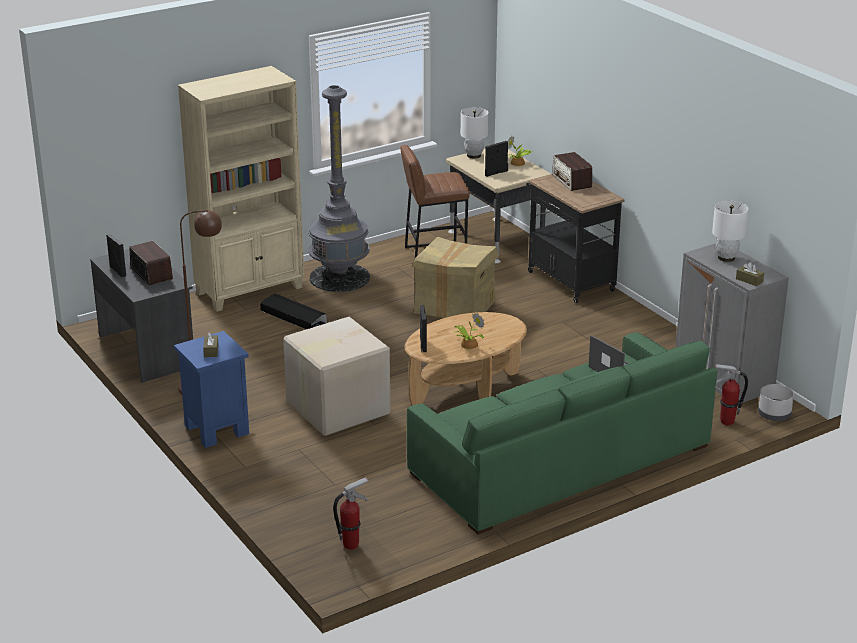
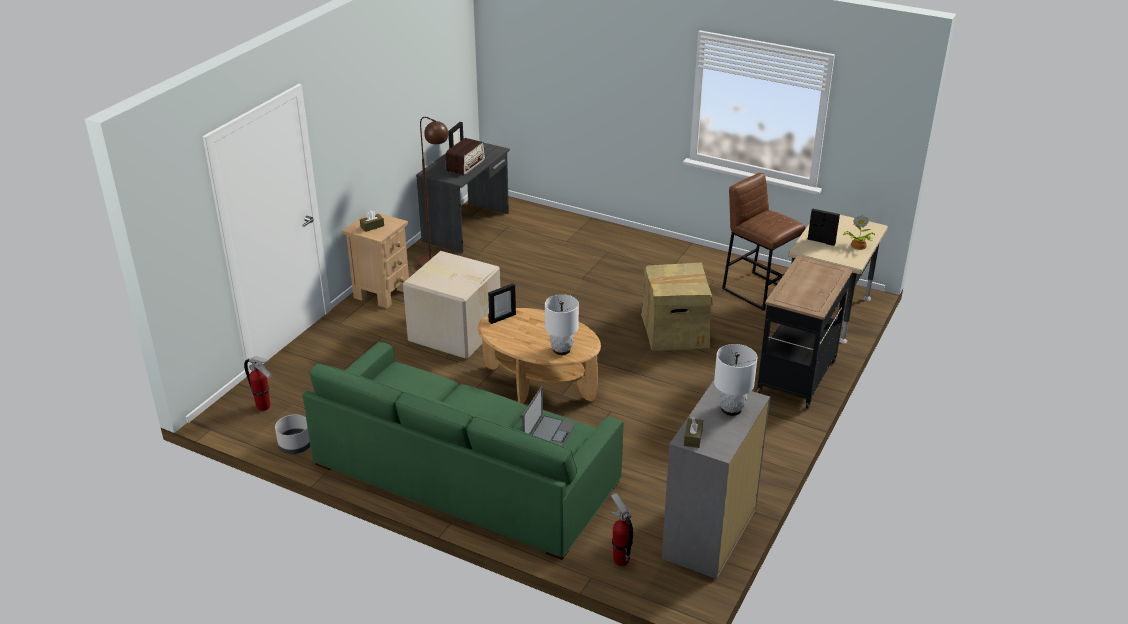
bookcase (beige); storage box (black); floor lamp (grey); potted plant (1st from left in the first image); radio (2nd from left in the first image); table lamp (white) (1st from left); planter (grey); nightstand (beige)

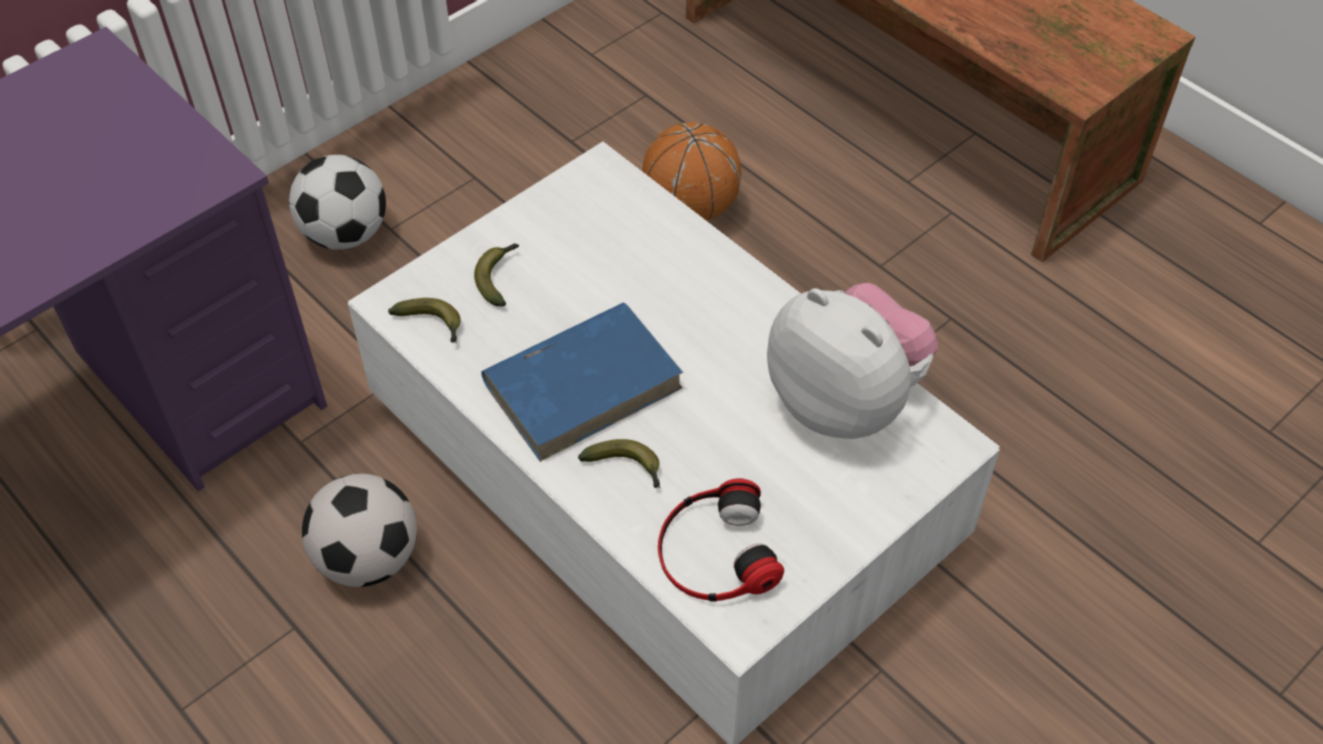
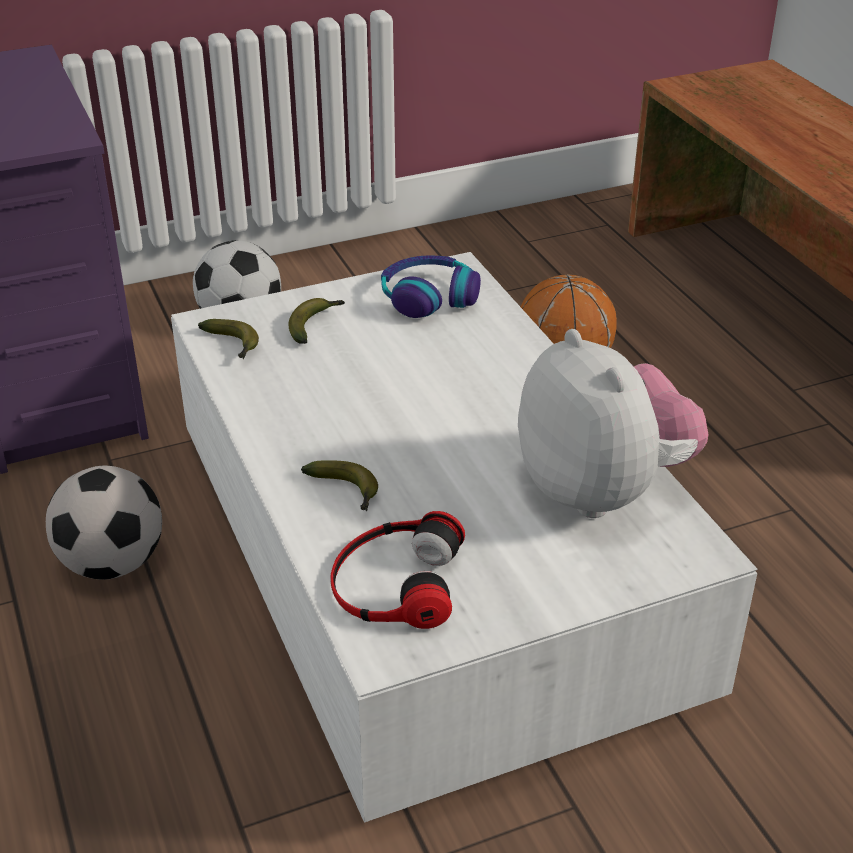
book (blue); headphones (2nd from left)

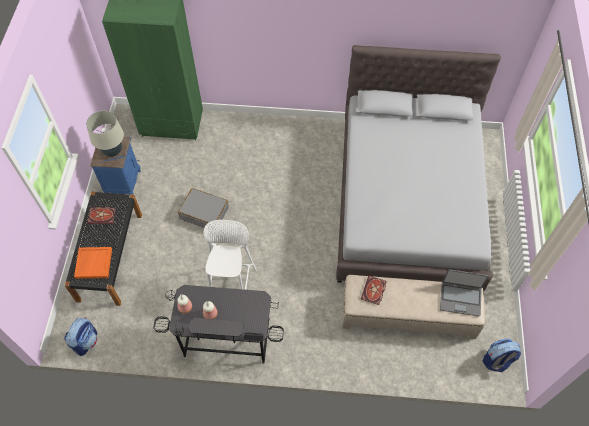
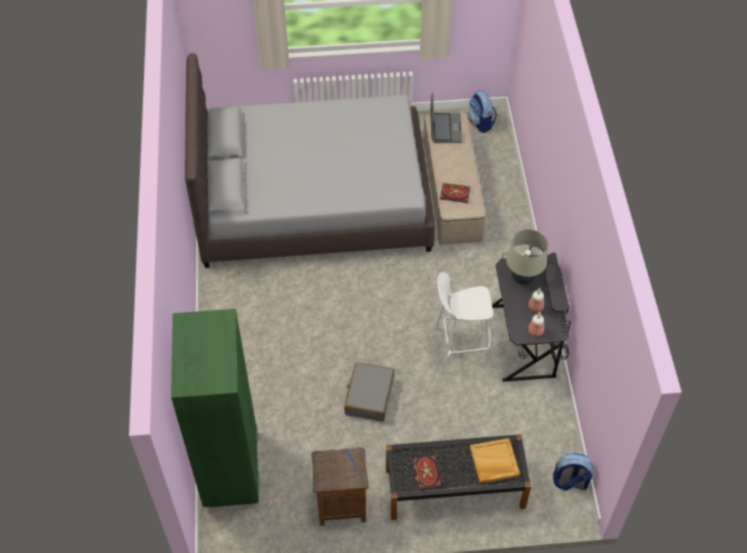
table lamp (beige); tray (beige)

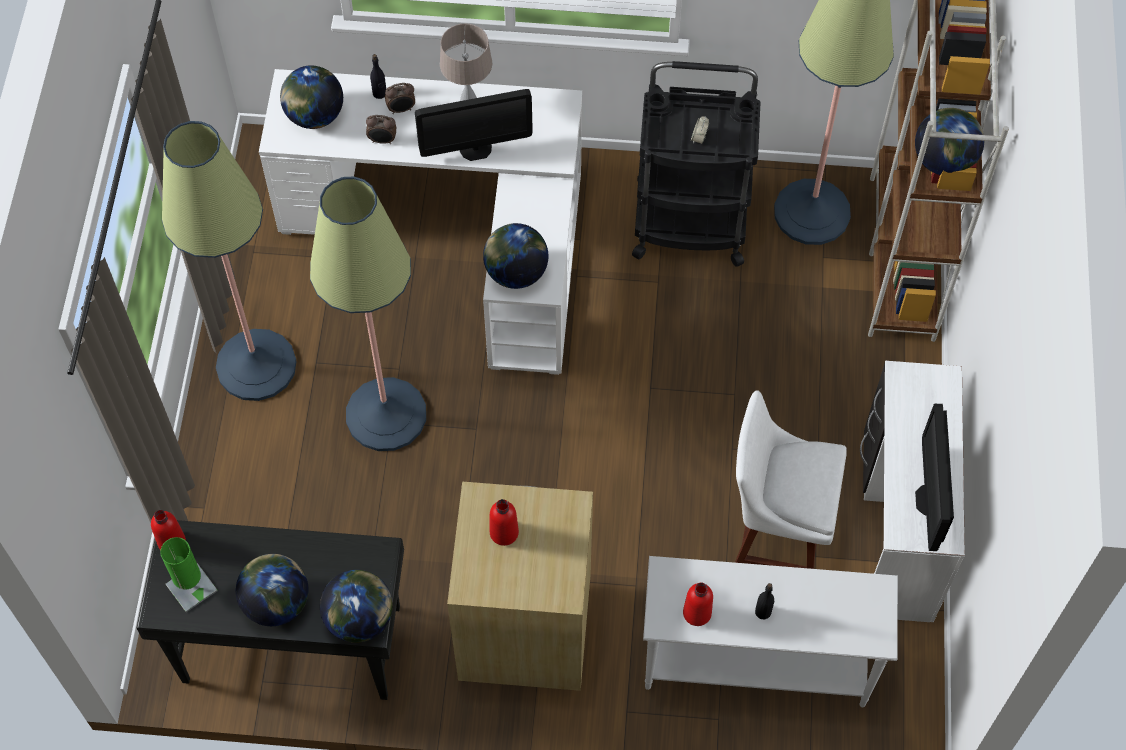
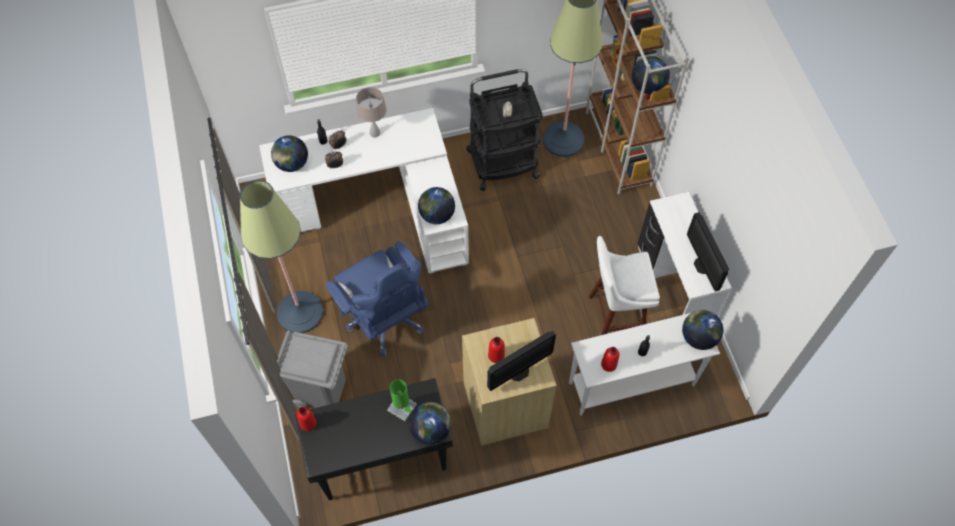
trash can (grey); table lamp (green); globe (5th from left); monitor (1st from left); office chair (blue)

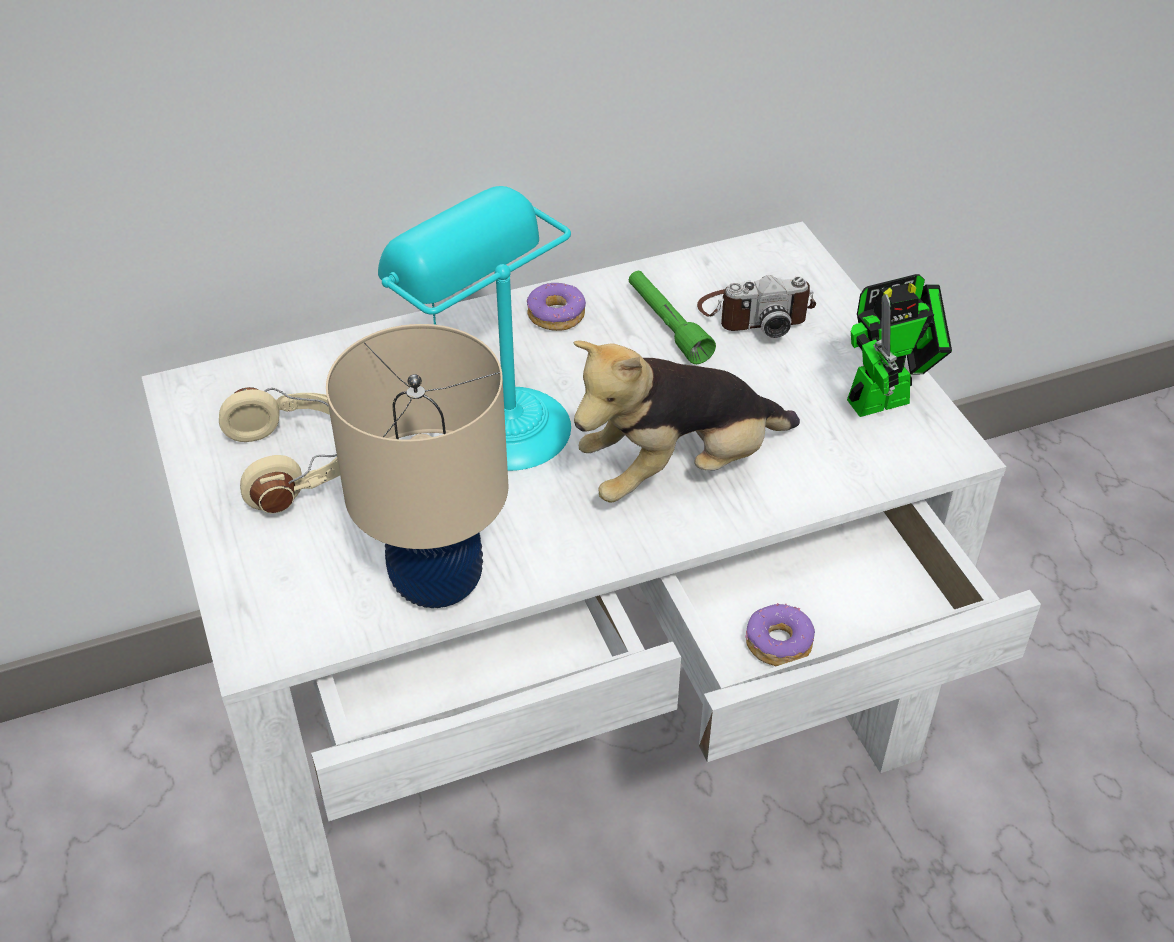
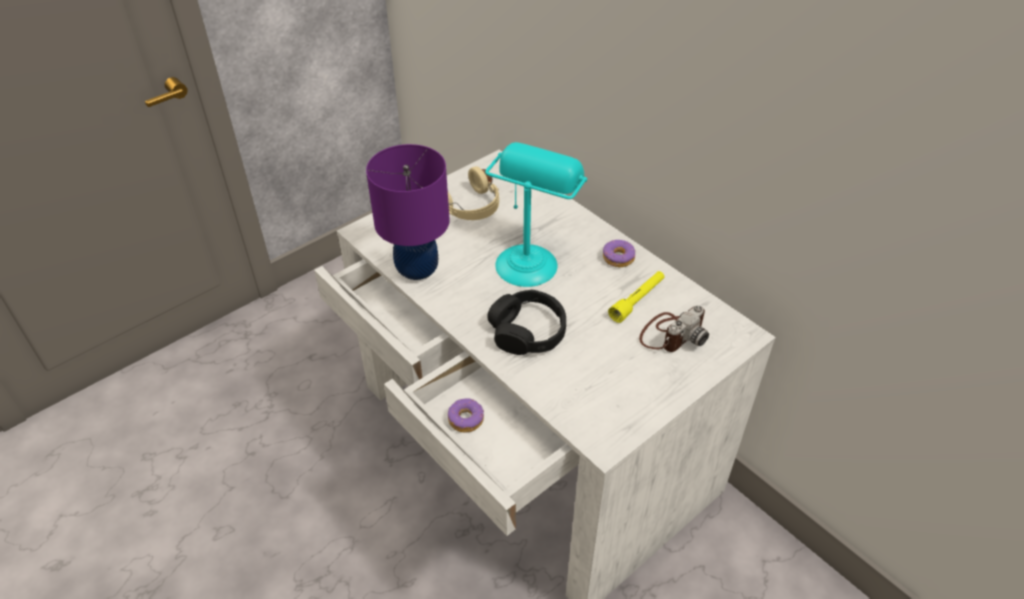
toy robot; headphones (black); table lamp (purple); flashlight (yellow); photo camera

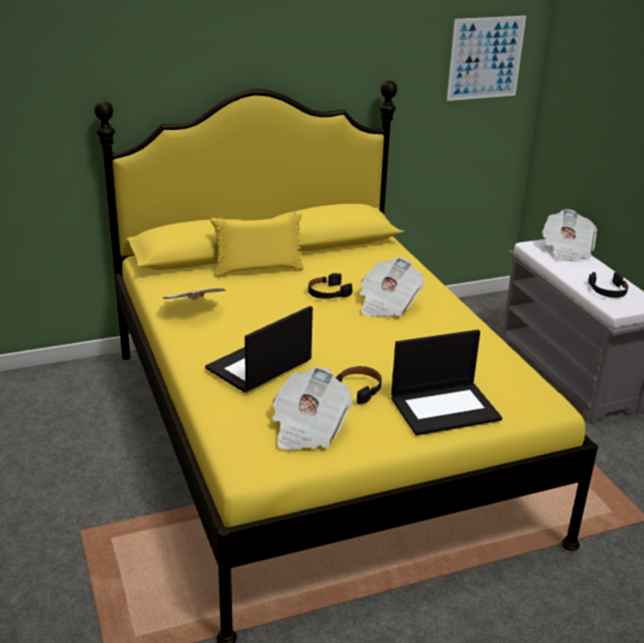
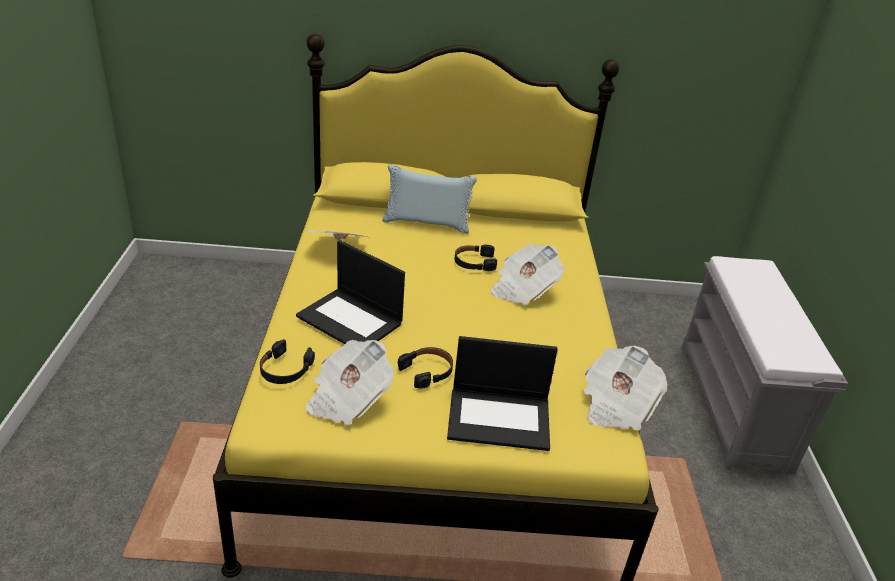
picture; newspaper (4th from left); headphones (black) (1st from left); pillow (blue); laptop (1st from left)

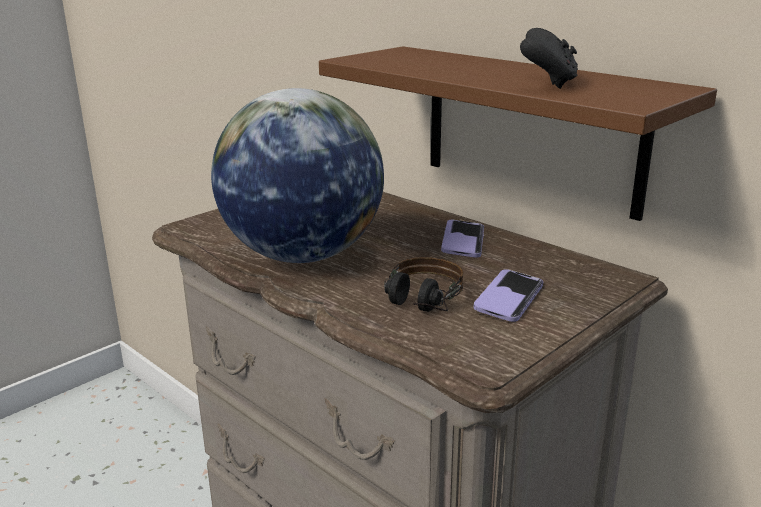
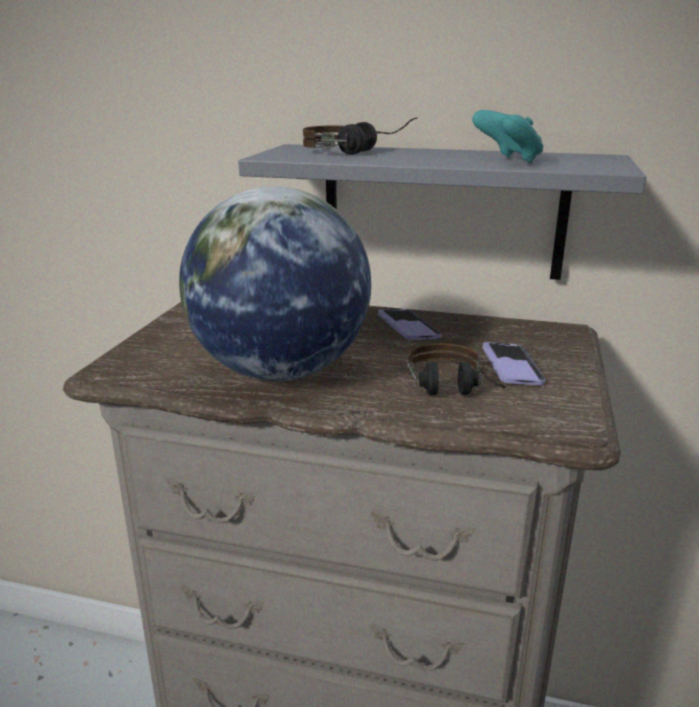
headphones (1st from left); shelf (grey); game controller (turquoise)

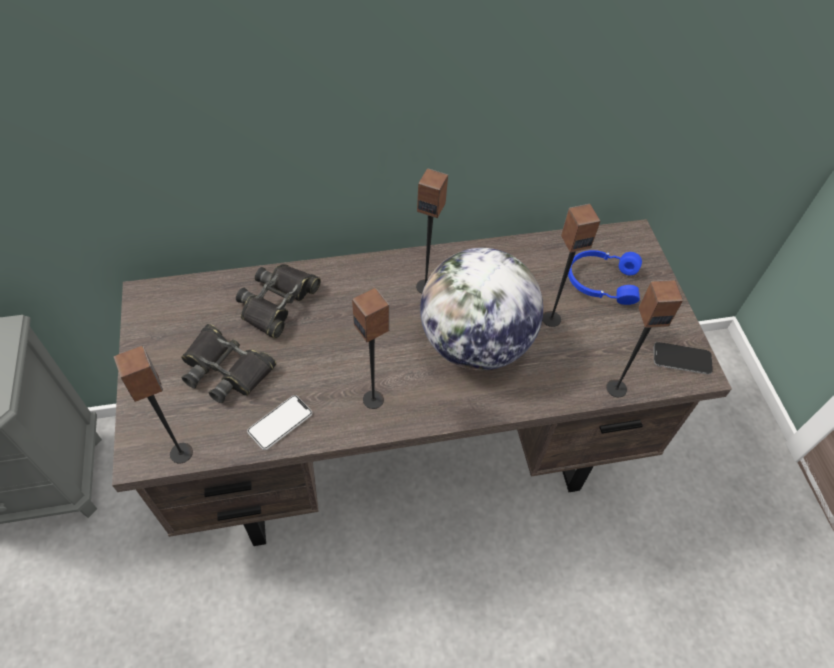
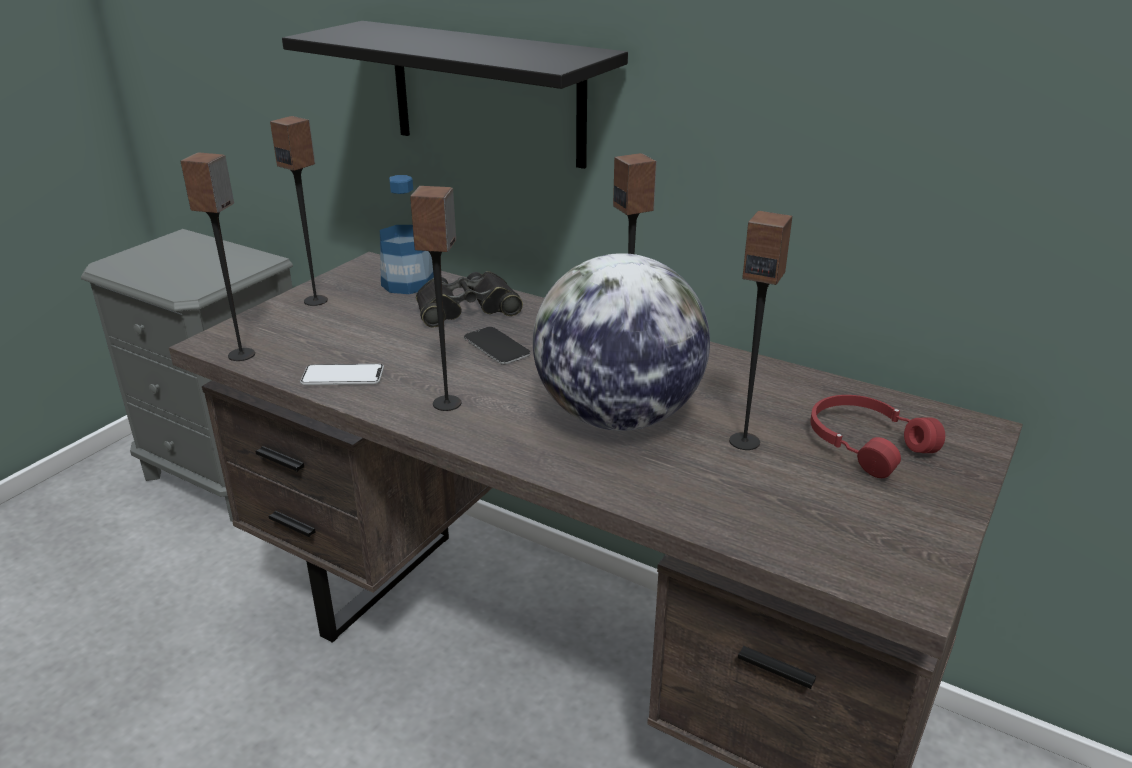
binoculars (black) (1st from left in the first image); shelf (black); bottle; speaker (2nd from left); phone (2nd from left); headphones (red)

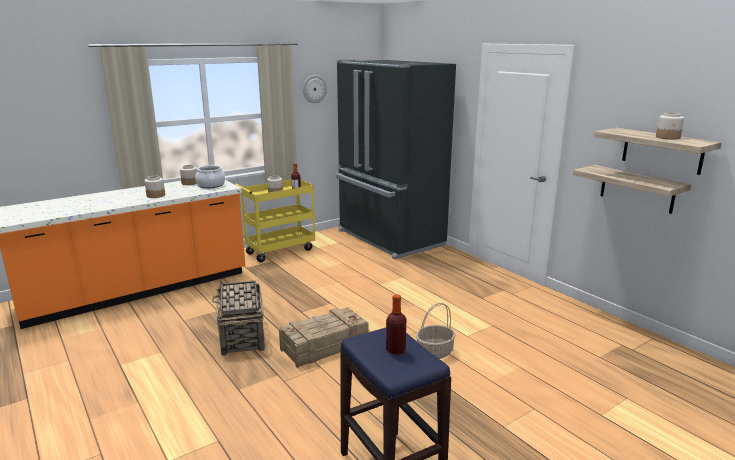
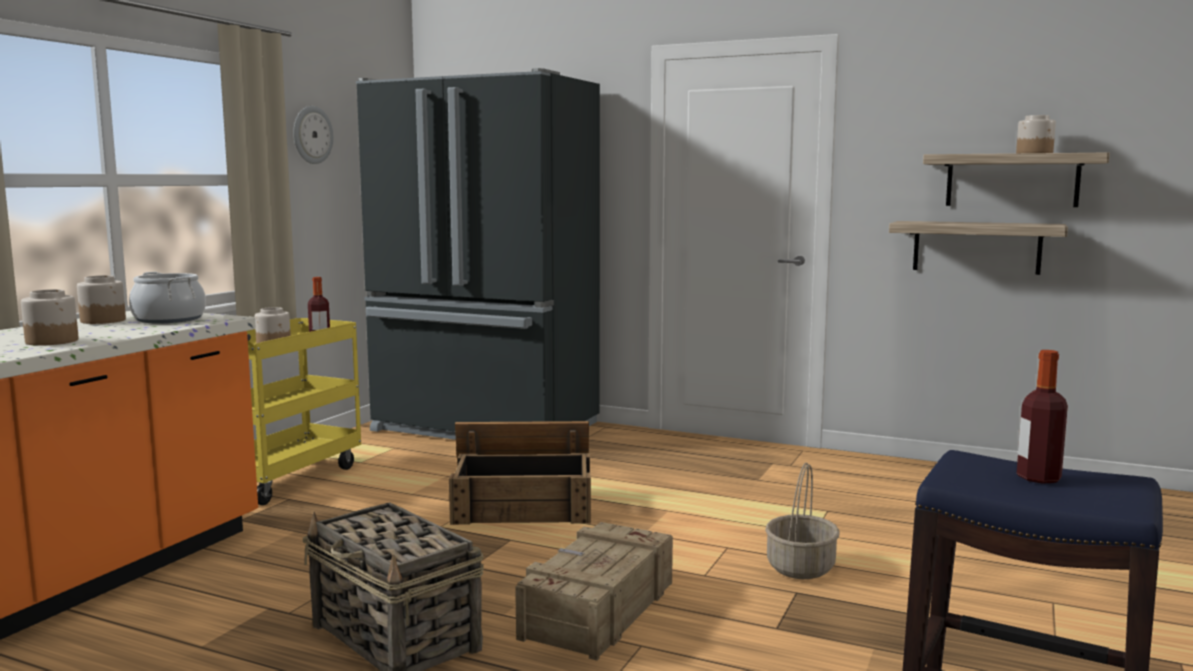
crate (1st from left)

